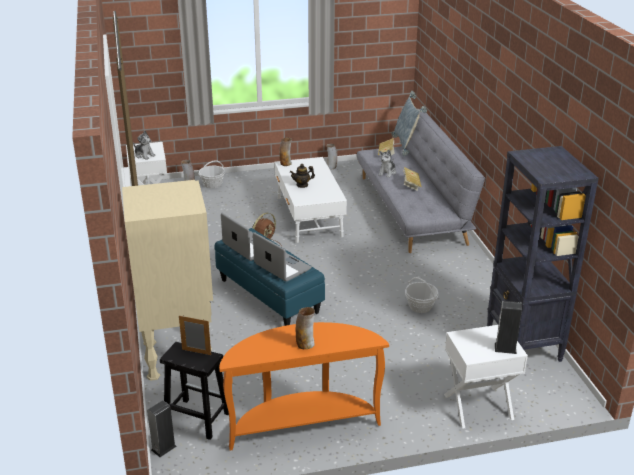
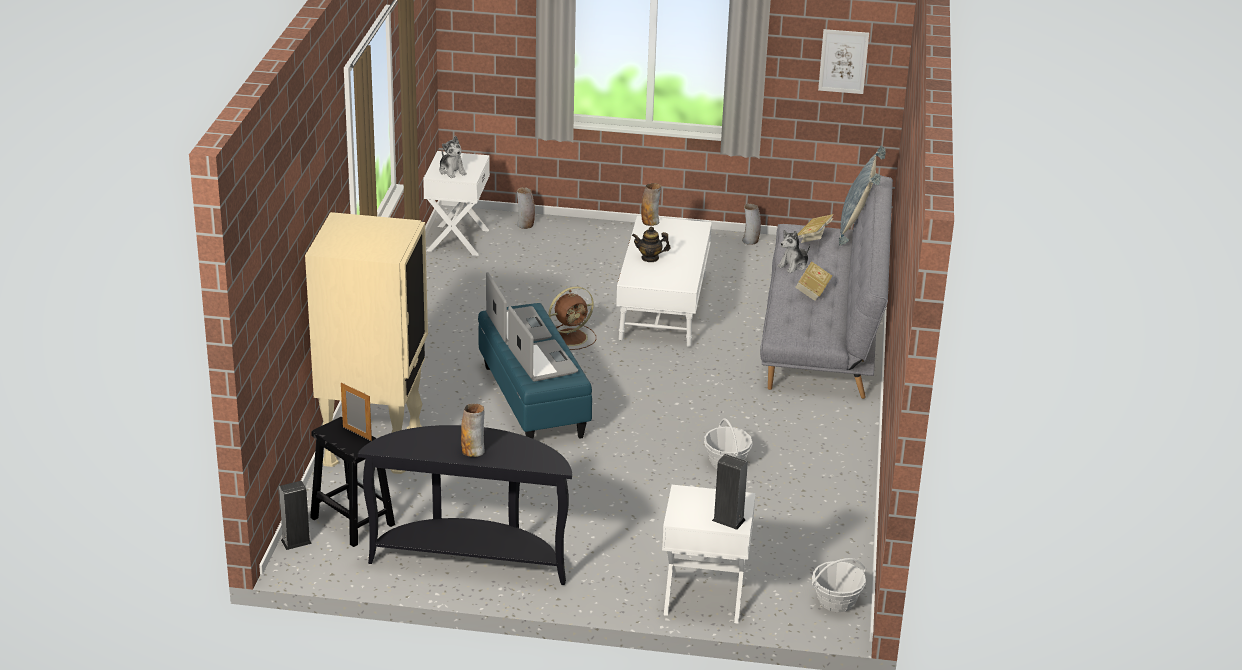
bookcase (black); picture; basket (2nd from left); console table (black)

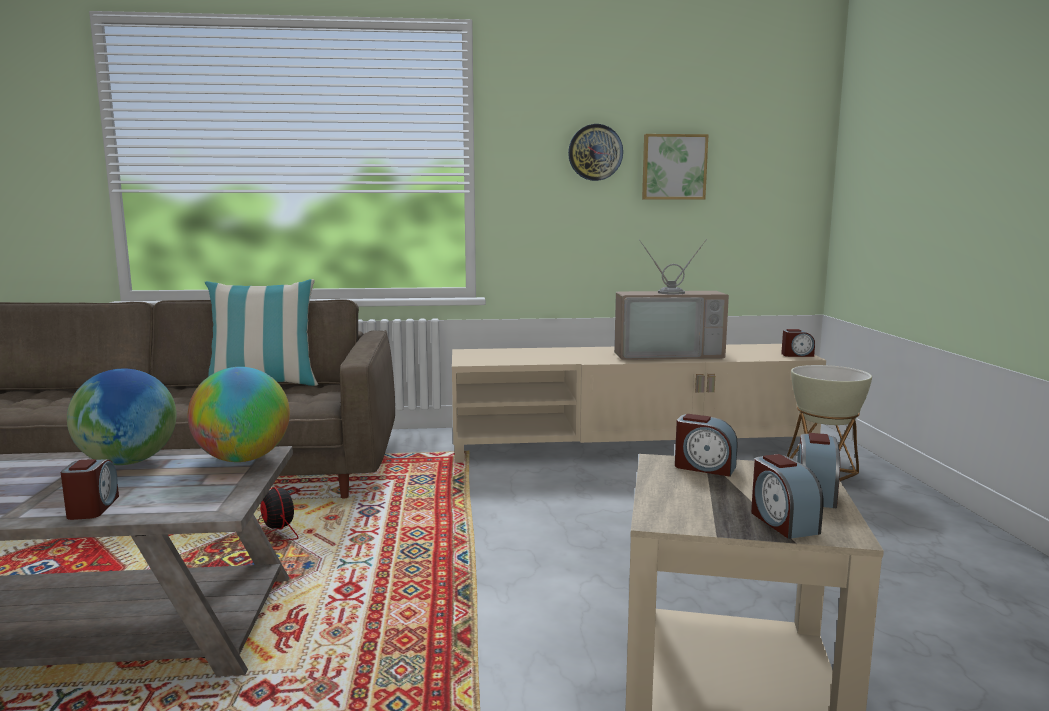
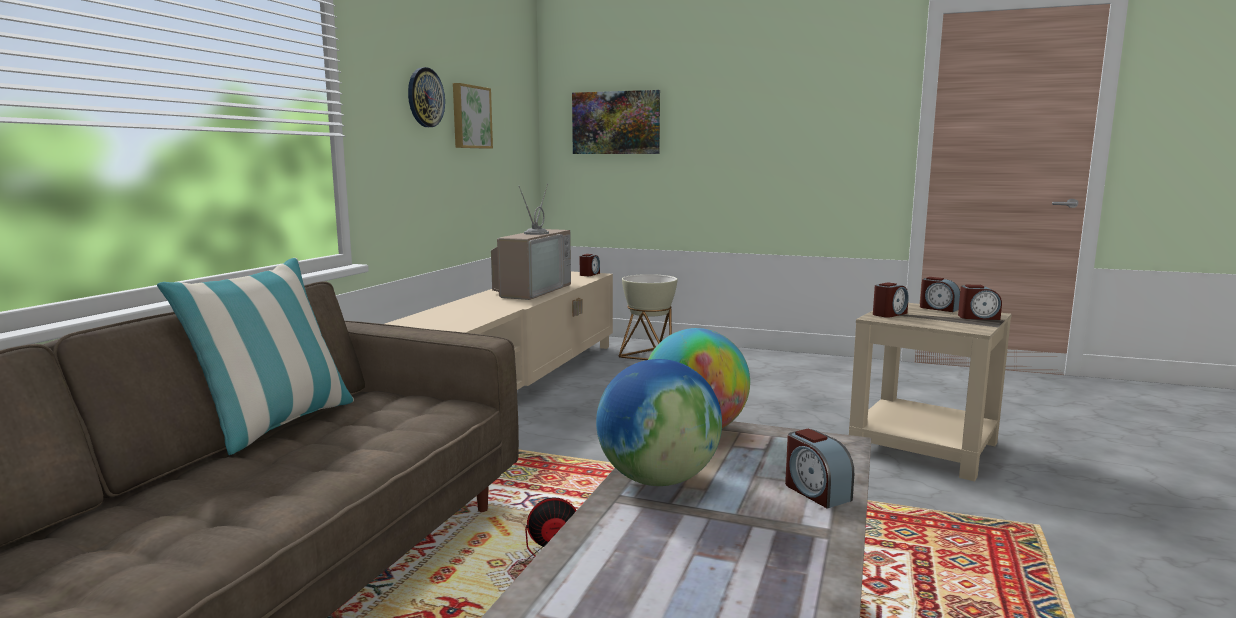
picture (2nd from left); alarm clock (2nd from left)

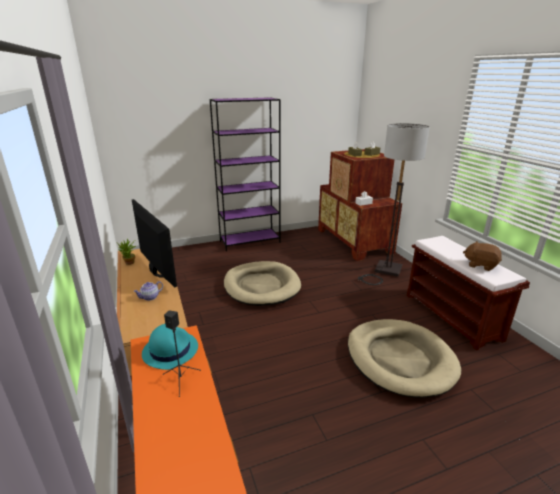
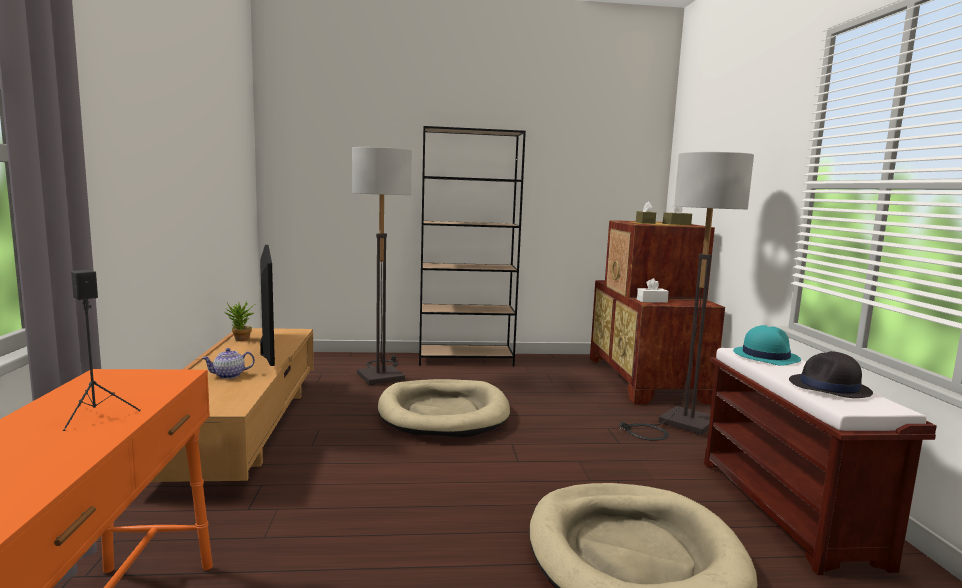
floor lamp (1st from left); hat (turquoise); hat (black); bookcase (beige)

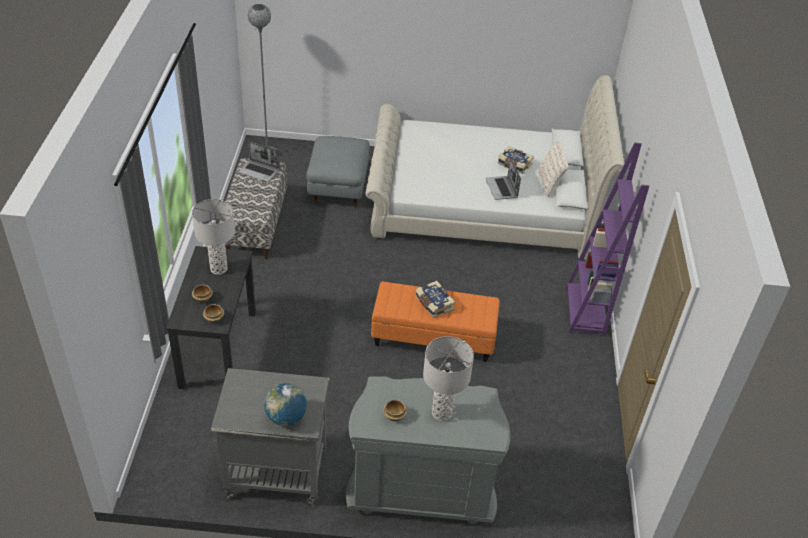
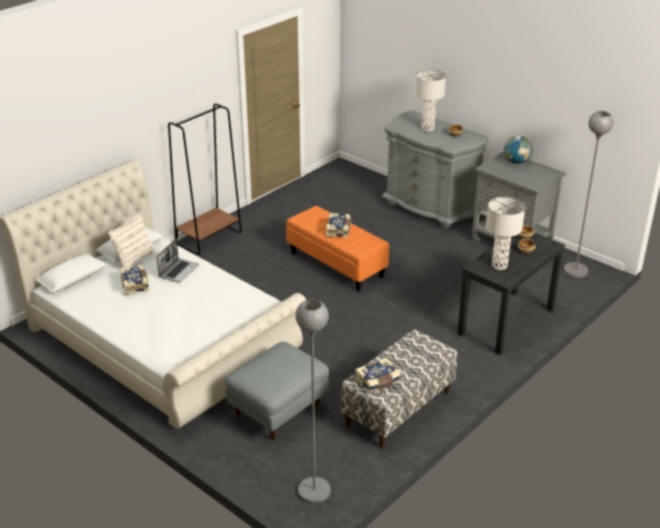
floor lamp (grey) (2nd from left); book (3rd from left); clothes rack

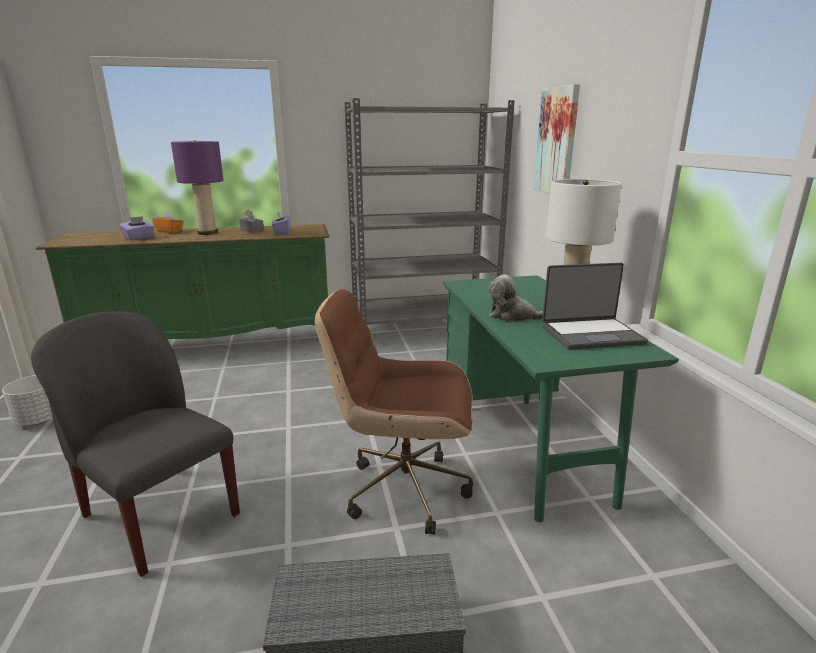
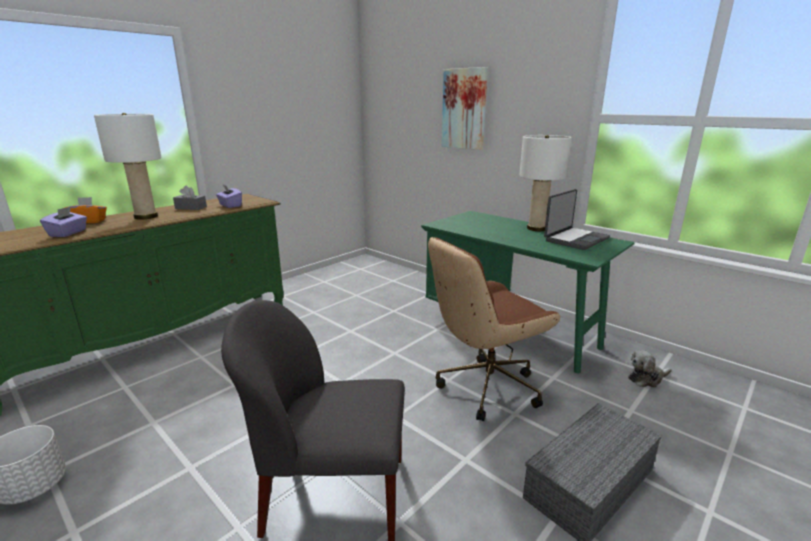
bookcase (grey); plush toy; table lamp (white) (1st from left)

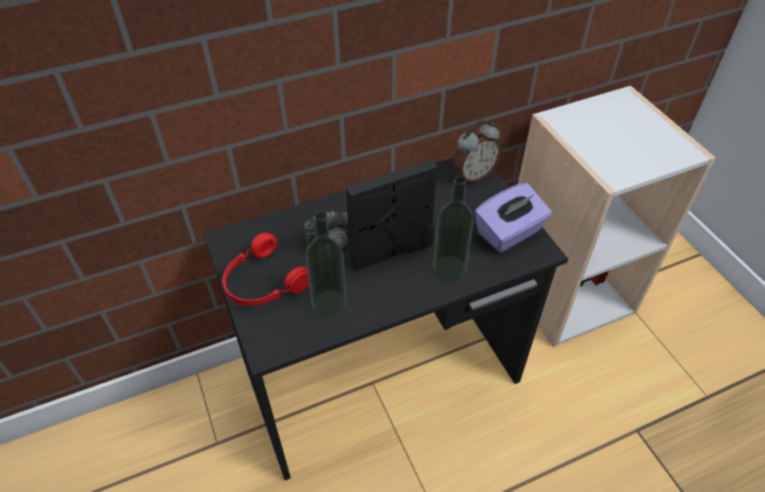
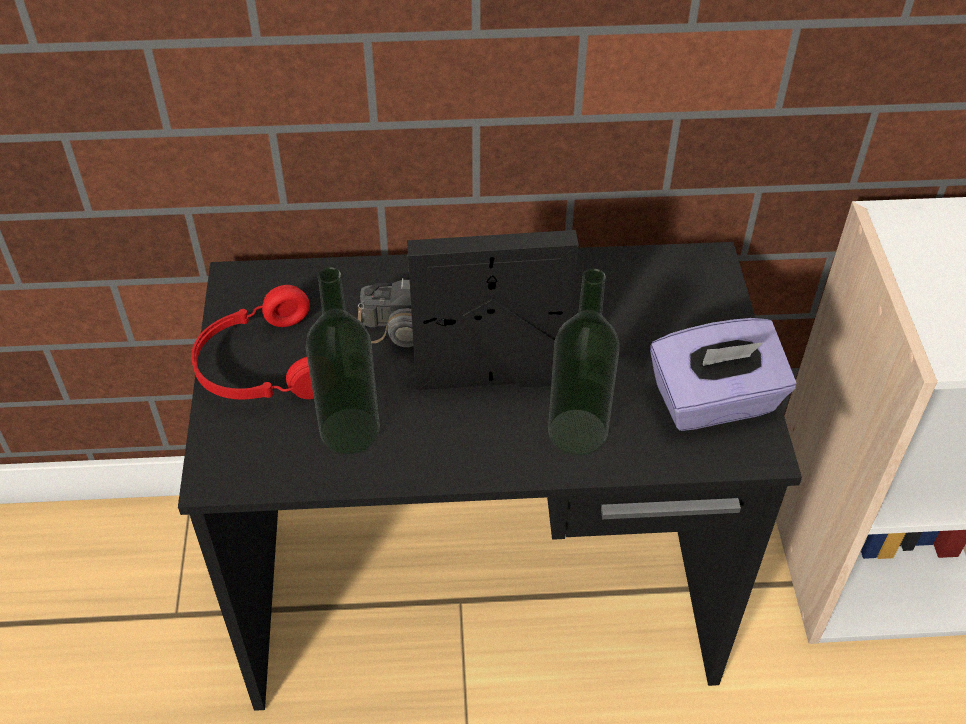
alarm clock

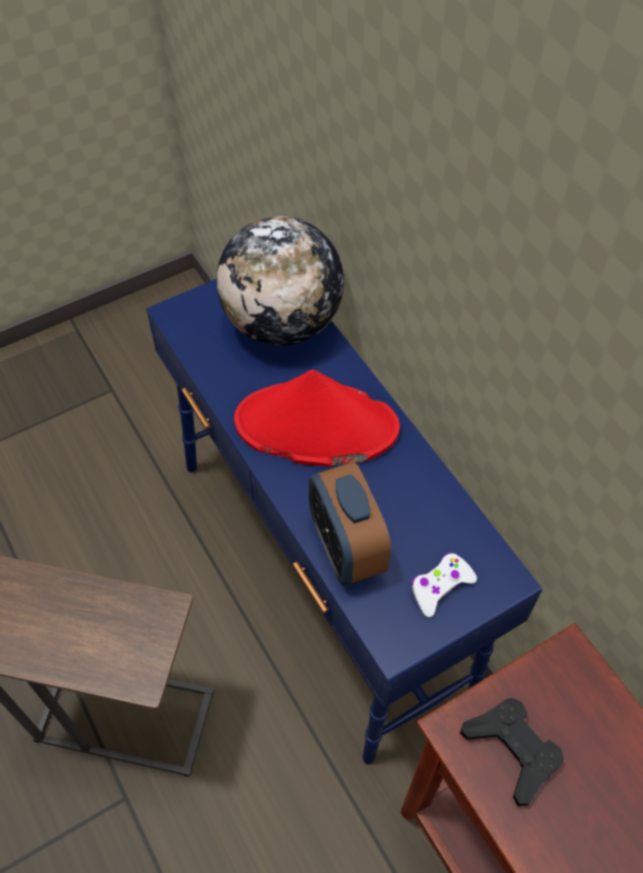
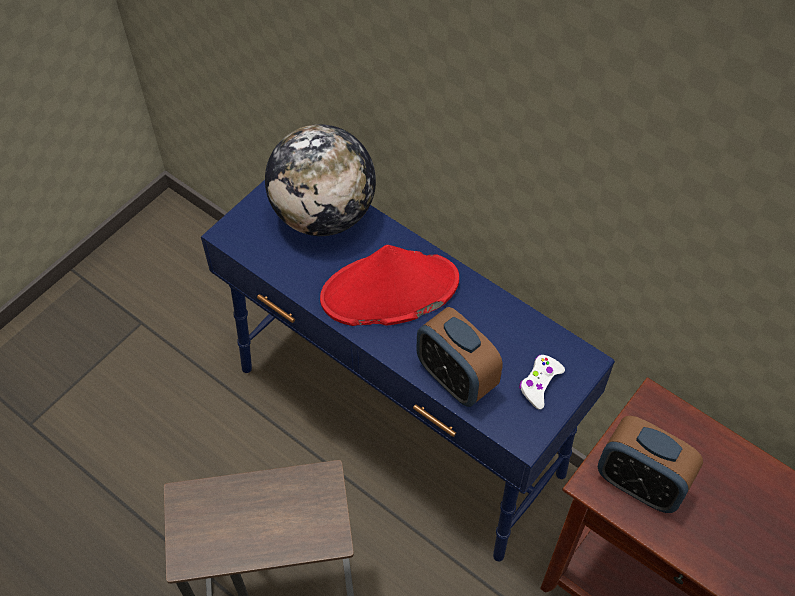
alarm clock (2nd from left)

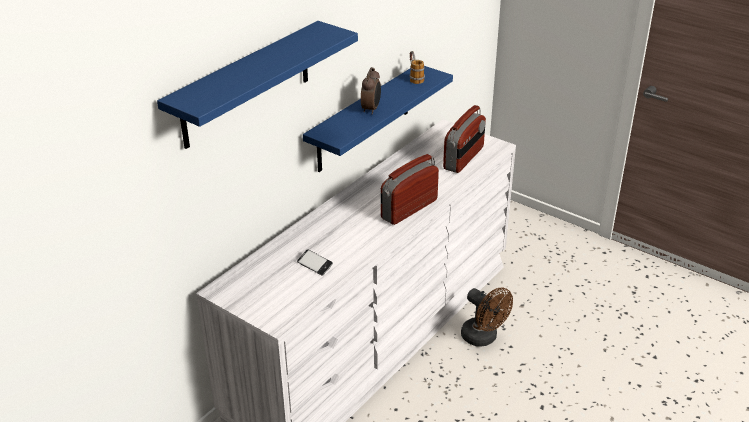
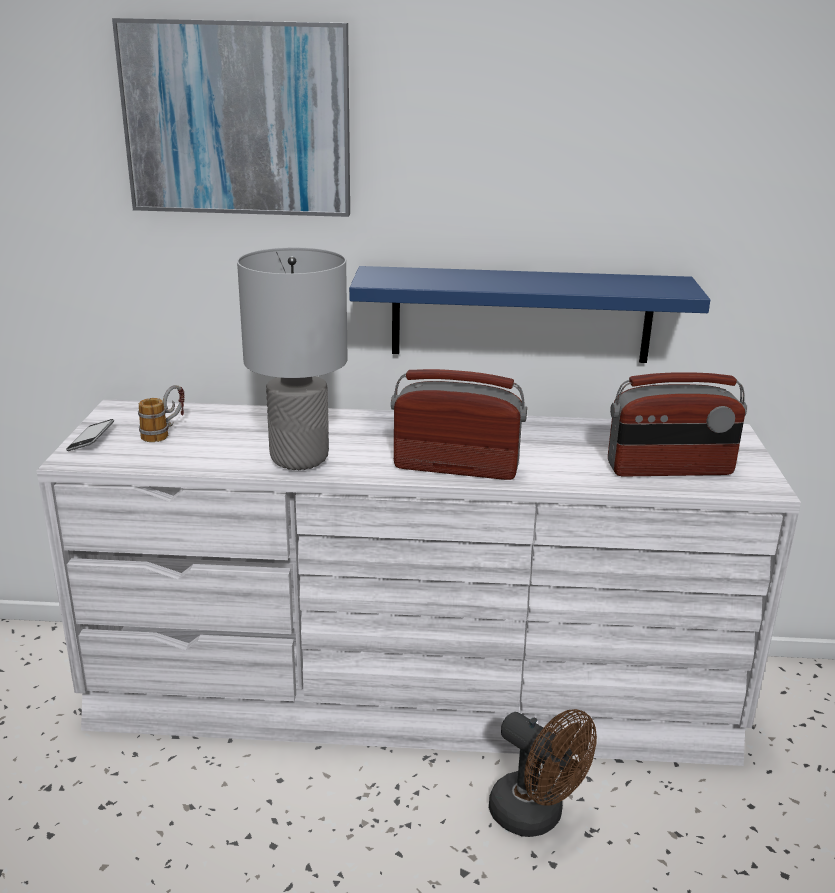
alarm clock; table lamp (grey); phone; mug; picture; fan (brown)

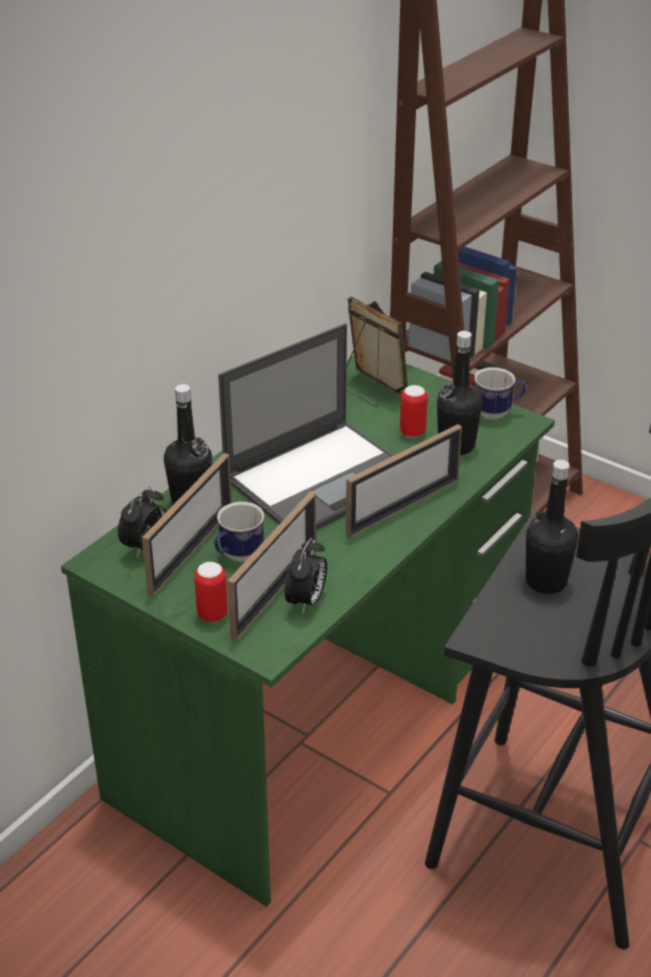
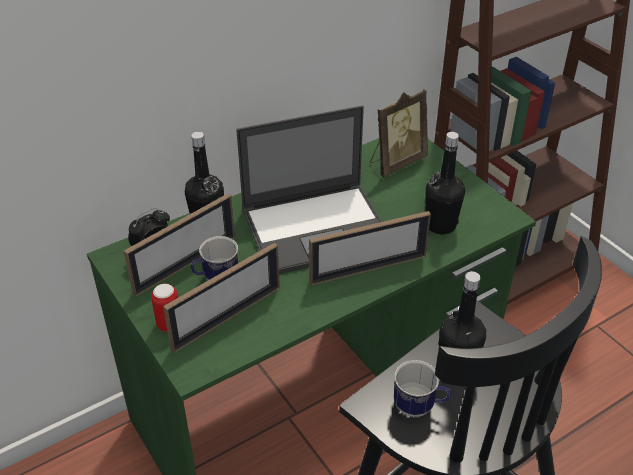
alarm clock (2nd from left in the first image); can (2nd from left in the first image); mug (2nd from left); picture frame (4th from left)

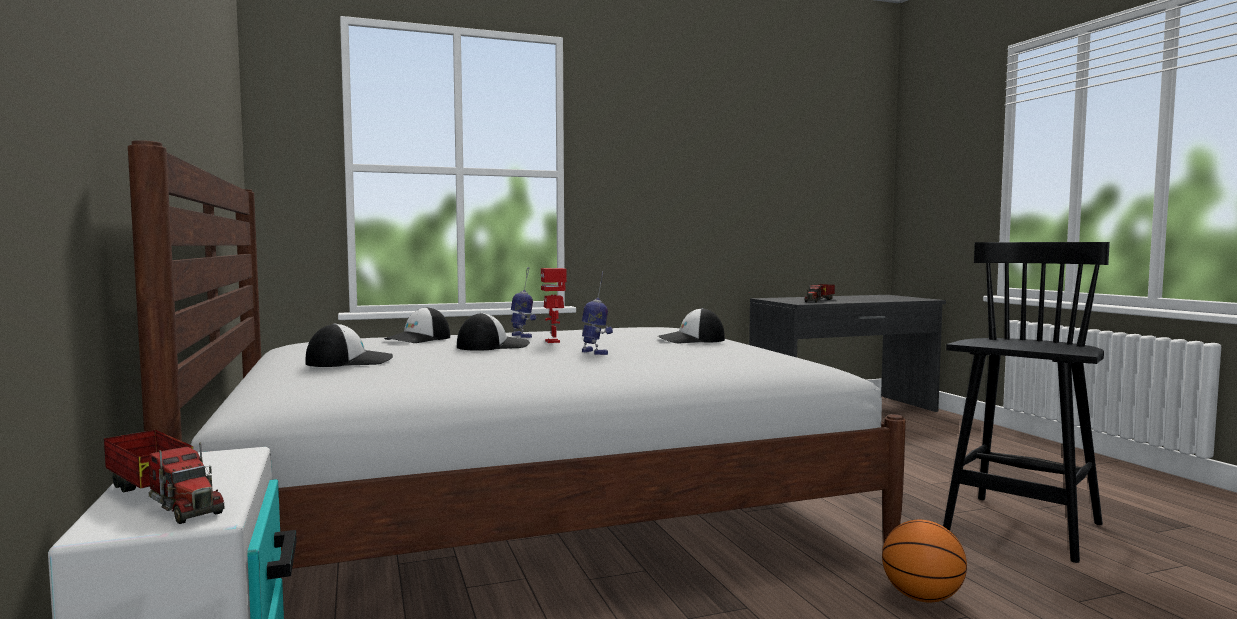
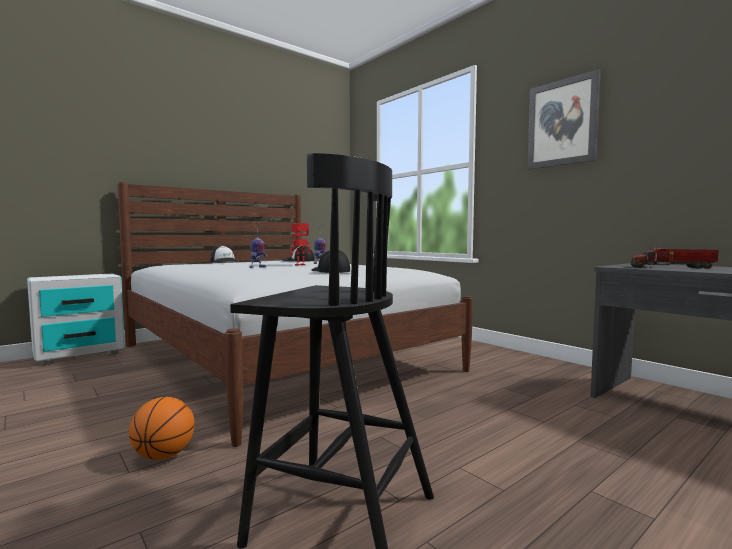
toy truck (1st from left in the first image); cap (3rd from left in the first image); picture

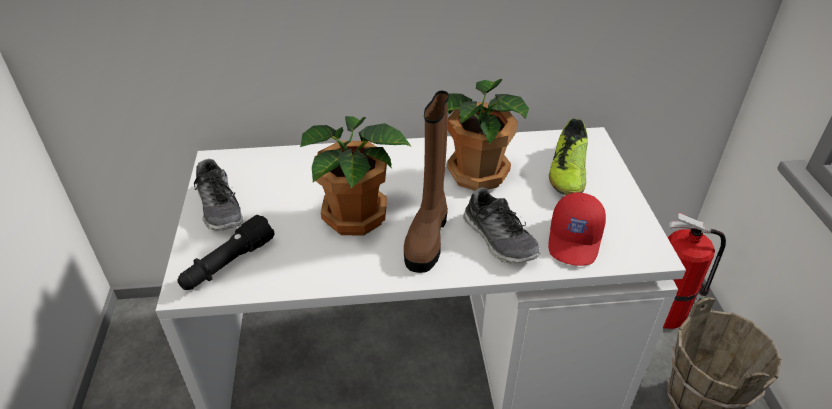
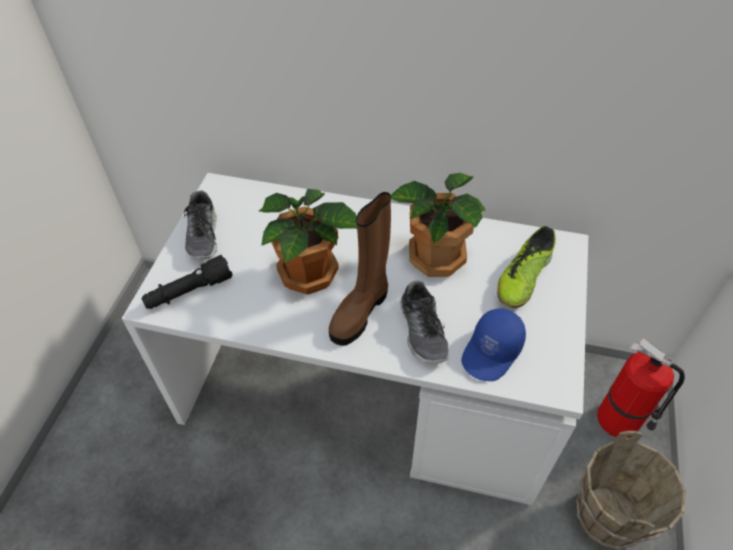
cap (blue)

